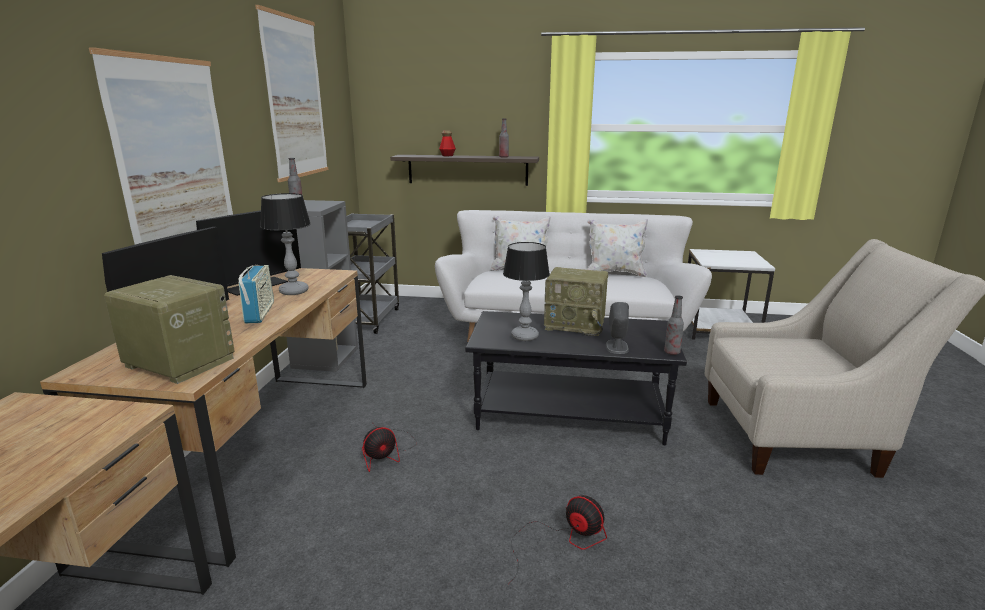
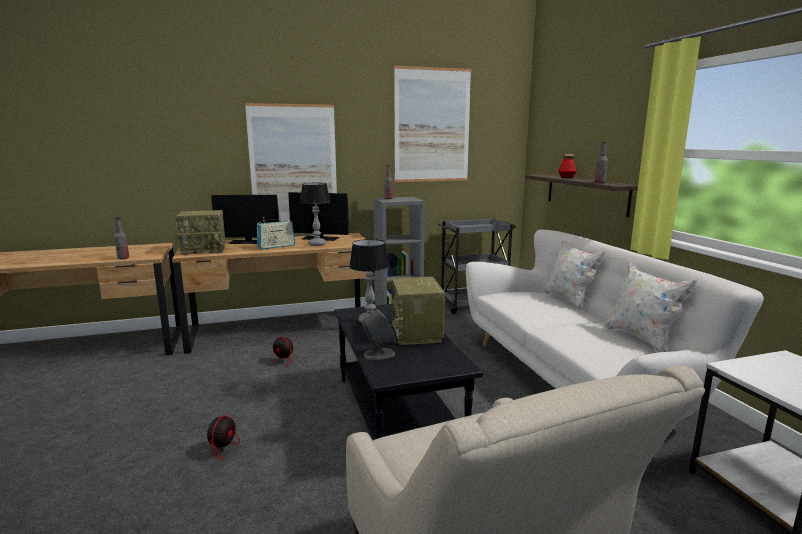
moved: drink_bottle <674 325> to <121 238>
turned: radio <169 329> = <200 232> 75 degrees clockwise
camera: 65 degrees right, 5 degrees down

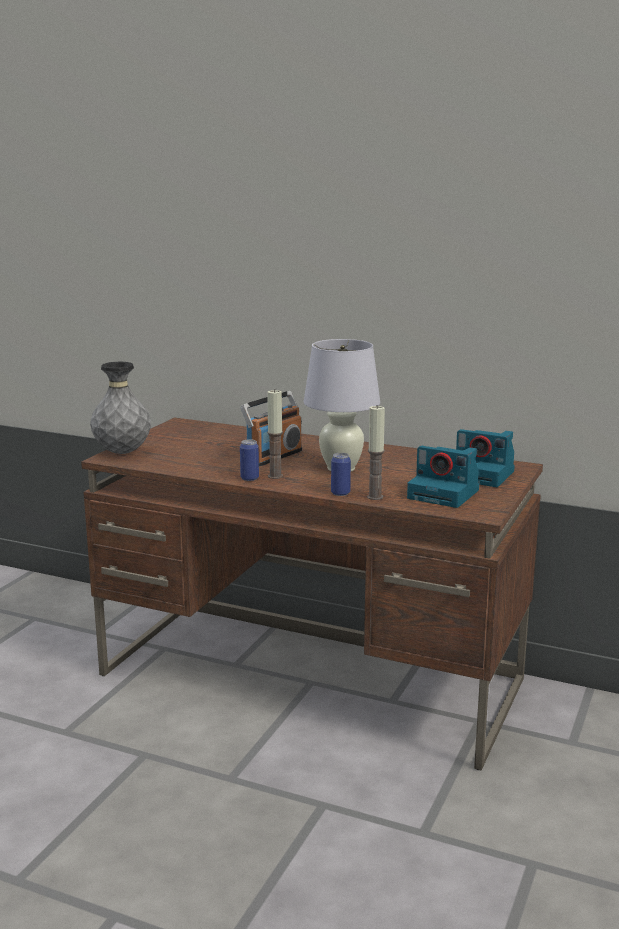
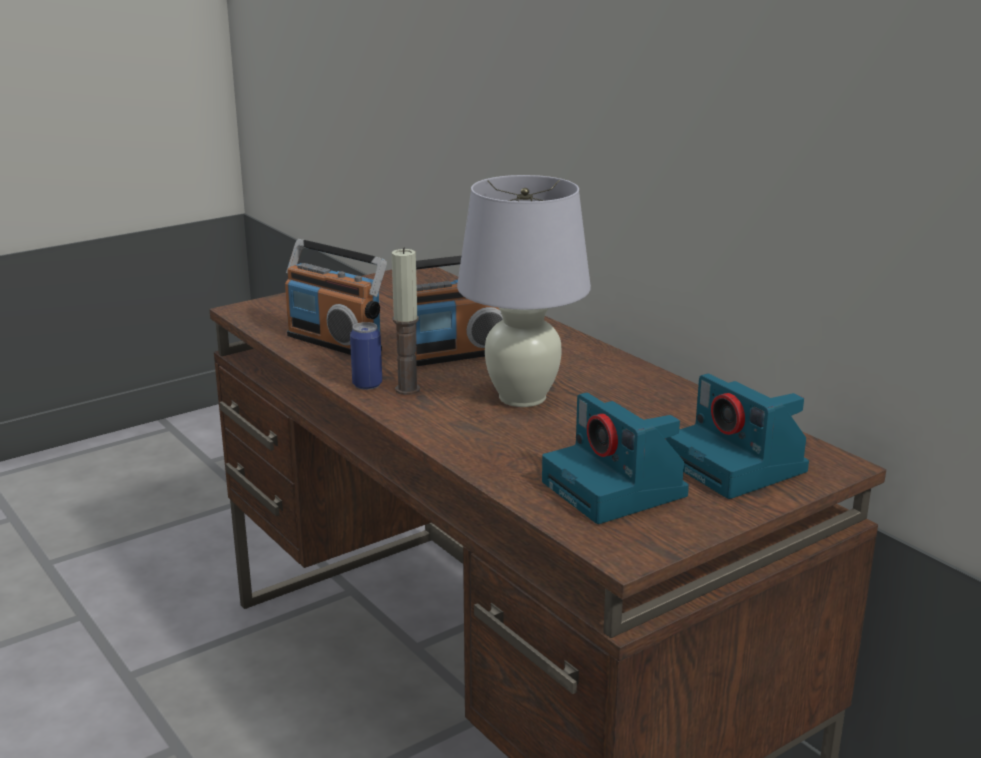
removed: greyish_vase <120 408>; metal_can <341 474>; wax_candle <376 453>
added: radio <336 297>
camera: 30 degrees right, 5 degrees up

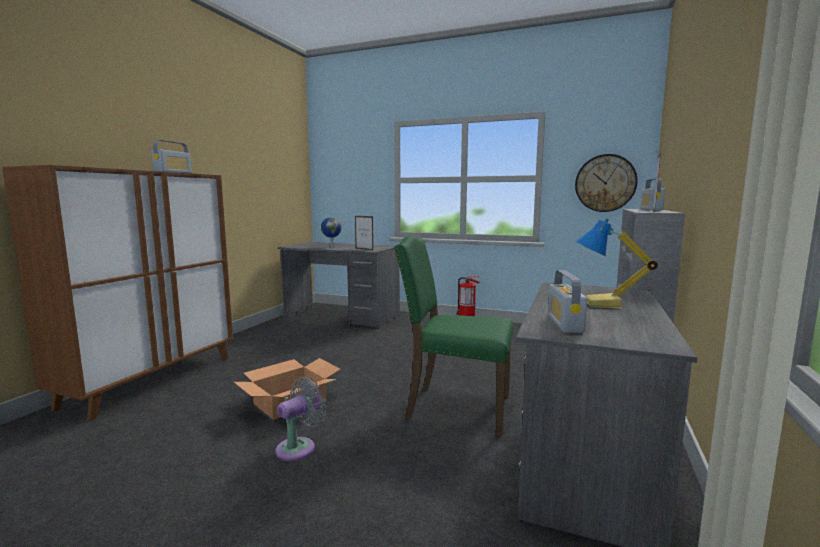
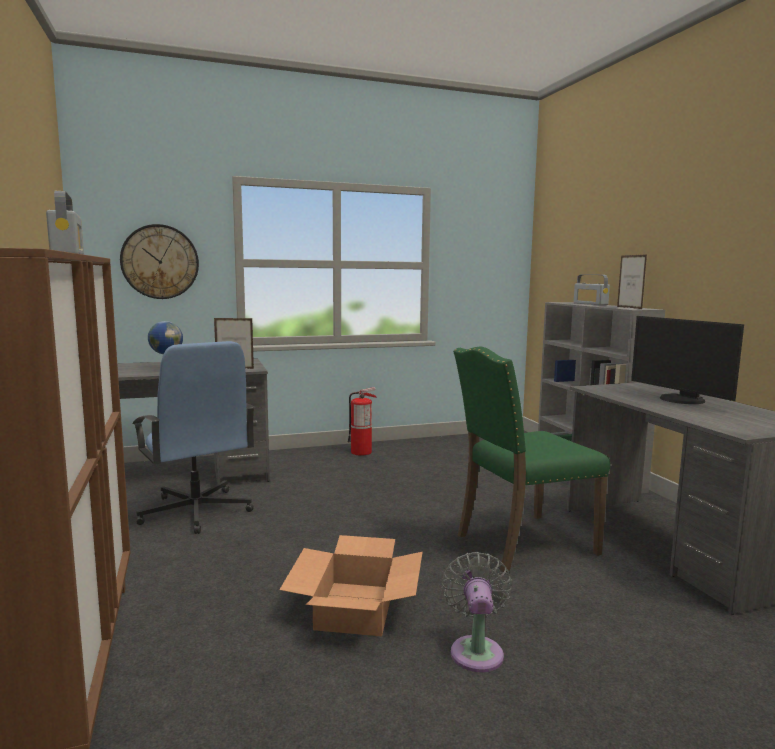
removed: radio <567 301>
added: blue_office_chair <193 437>
moved: hanging_clock <606 183> to <159 261>
replaced: tabletop_lamp <616 263> to monitor <687 360>
camera: 40 degrees left, 0 degrees up

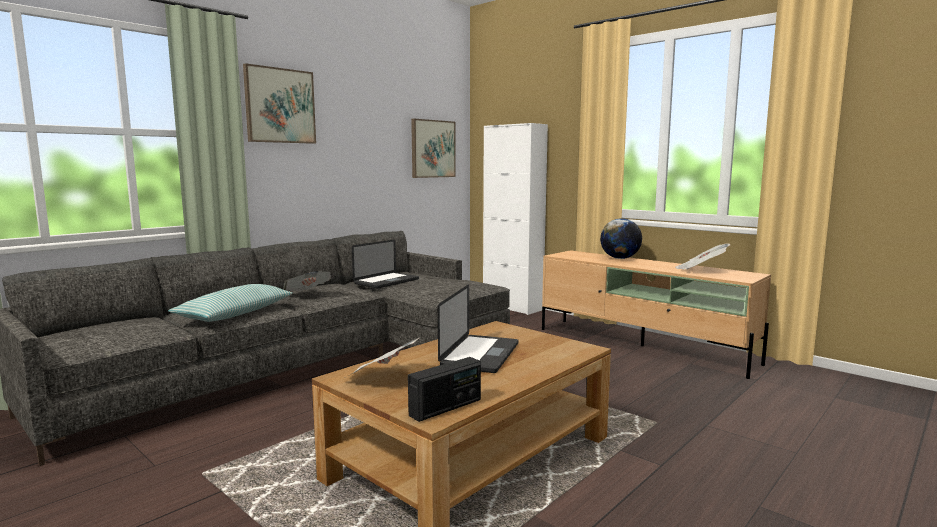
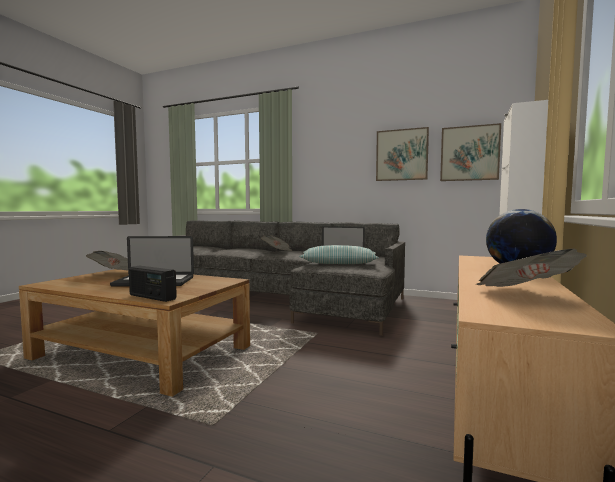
moved: pillow <230 303> to <339 254>; wall_picture <279 103> to <402 154>; radio <444 389> to <153 284>
camera: 70 degrees right, 5 degrees down

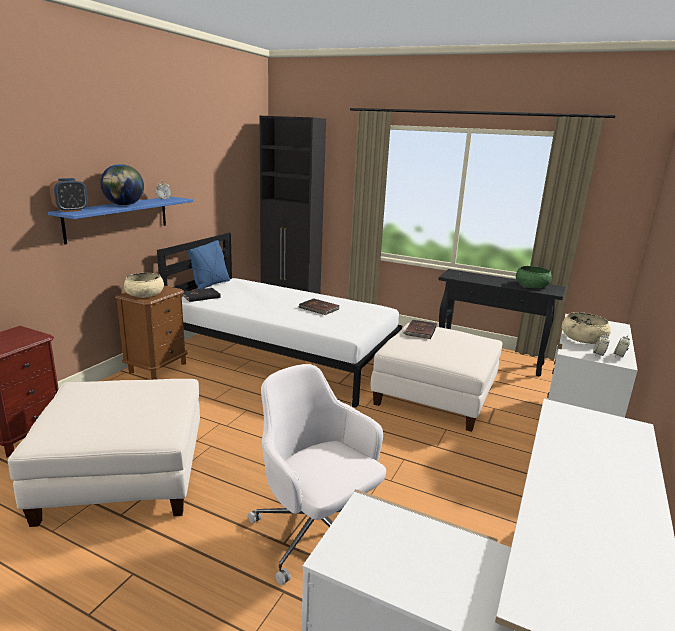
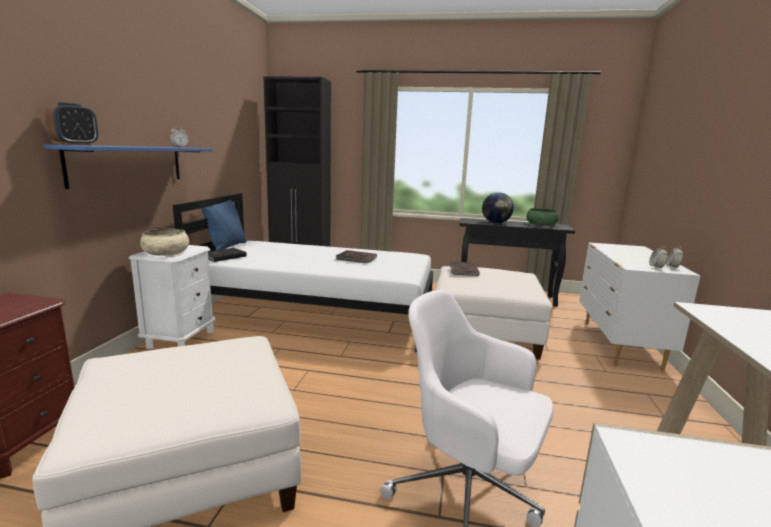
removed: beige_bowl <586 328>
moved: globe <122 185> to <498 207>
recoloured: brownish_nightstand <151 332> to whitish_nightstand <172 297>
camera: 15 degrees left, 5 degrees down

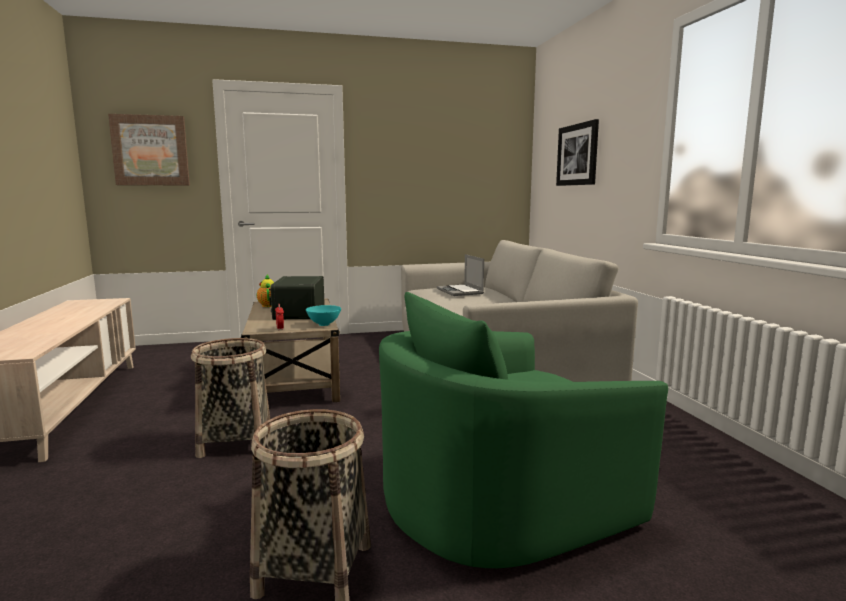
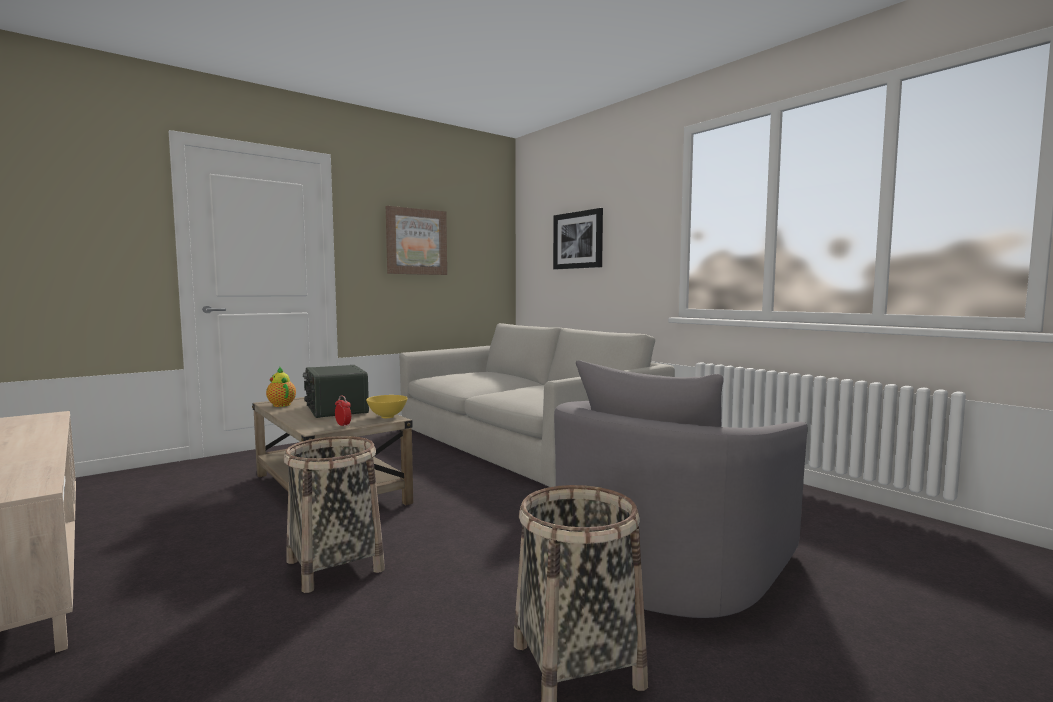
removed: laptop <460 275>
moved: wall_picture <149 149> to <416 240>
recoloured: turquoise_bowl <323 315> to yellow_bowl <387 406>; green-coloured_armchair <523 430> to greyish_armchair <681 489>
camera: 25 degrees left, 5 degrees down

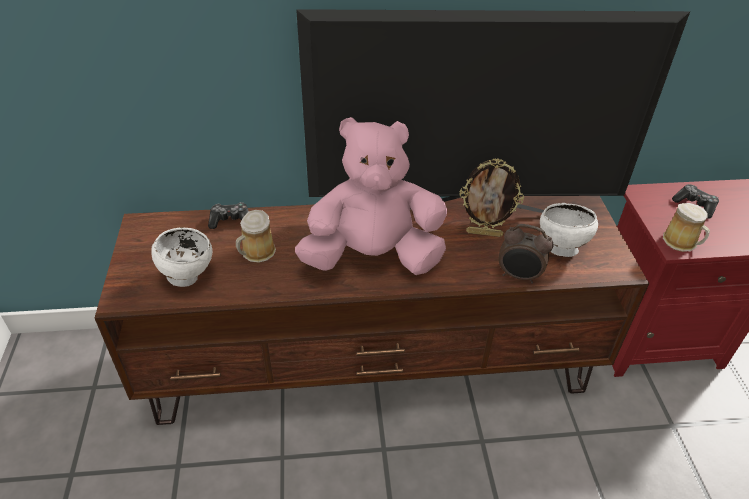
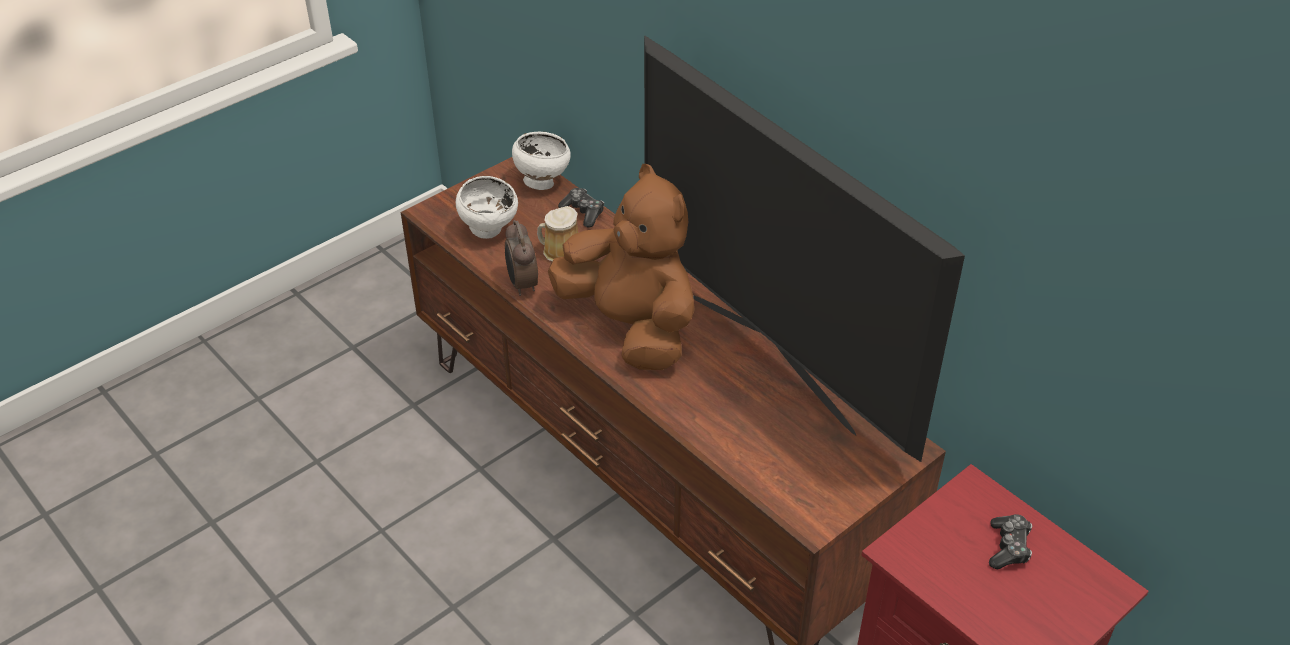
removed: picture_frame <491 197>; mug <686 227>
moved: alarm_clock <526 254> to <521 258>; whitish_bowl <569 230> to <541 160>
recoloured: pink_cuddly_toy <371 196> to brownish_cuddly_toy <621 267>
camera: 55 degrees right, 0 degrees up

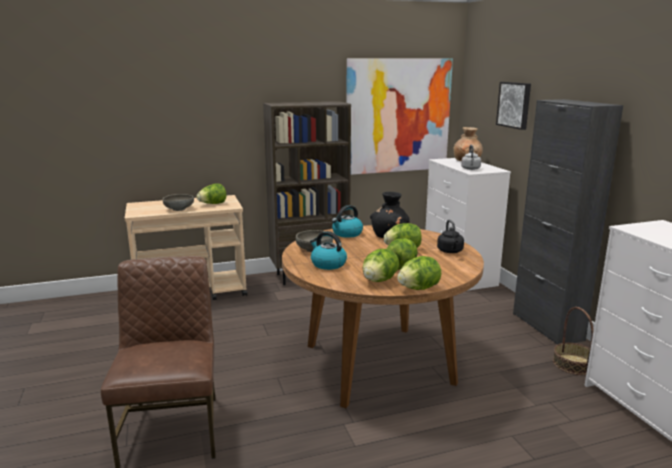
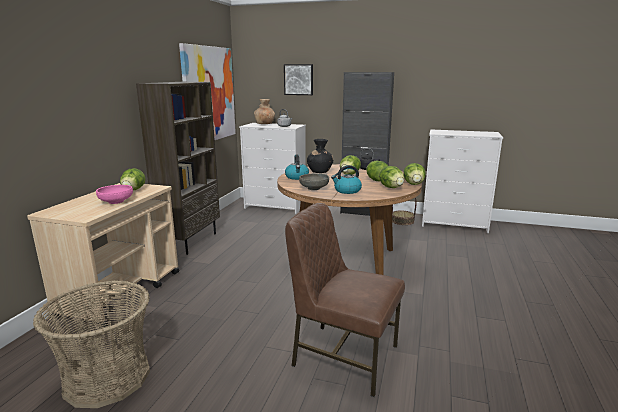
added: storage_basket <91 344>
recoloured: greyish_bowl <178 202> to pink_bowl <114 194>
camera: 55 degrees left, 0 degrees up

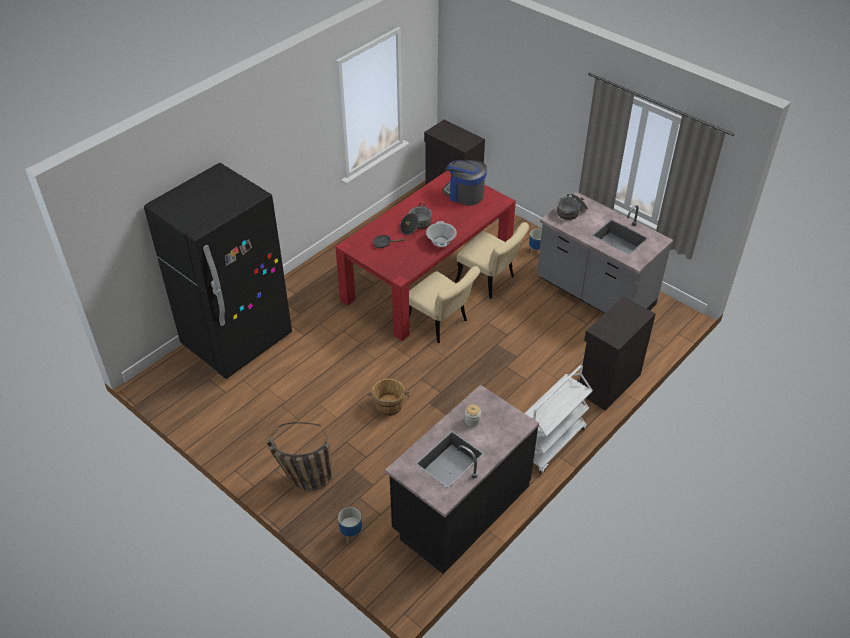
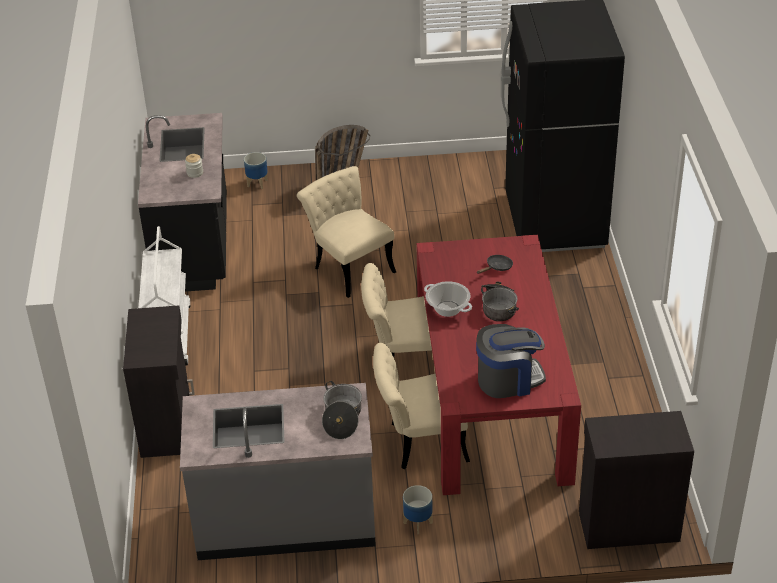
replaced: brownish_water_bucket <388 397> to beige_upright_chair <346 232>
camera: 135 degrees right, 5 degrees down

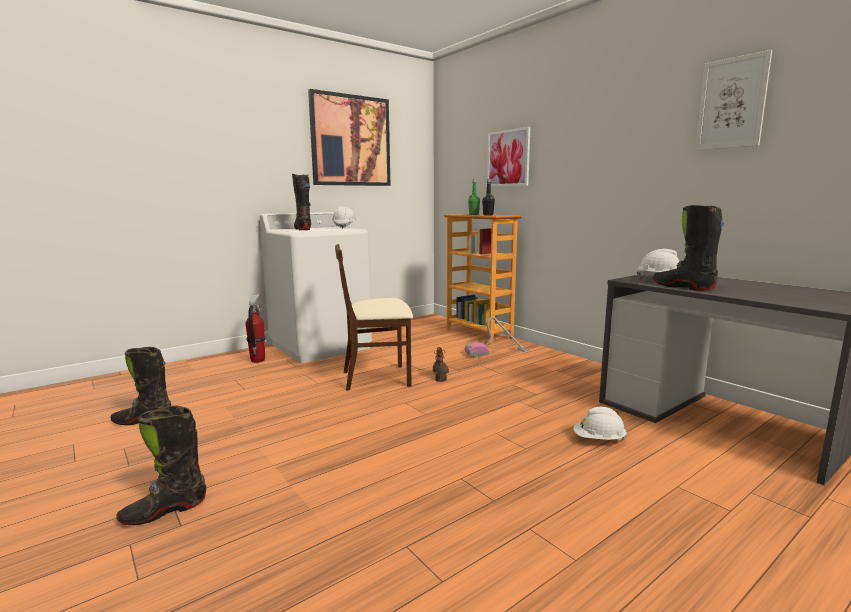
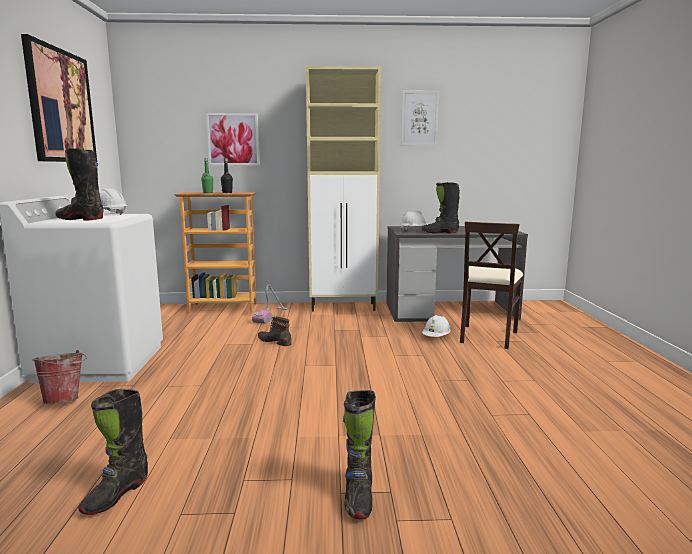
added: beige_cabinet <343 189>
moved: beige_upright_chair <374 317> to <491 285>
replaced: fire_extinguisher <256 328> to water_bucket <59 377>
camera: 55 degrees left, 0 degrees up

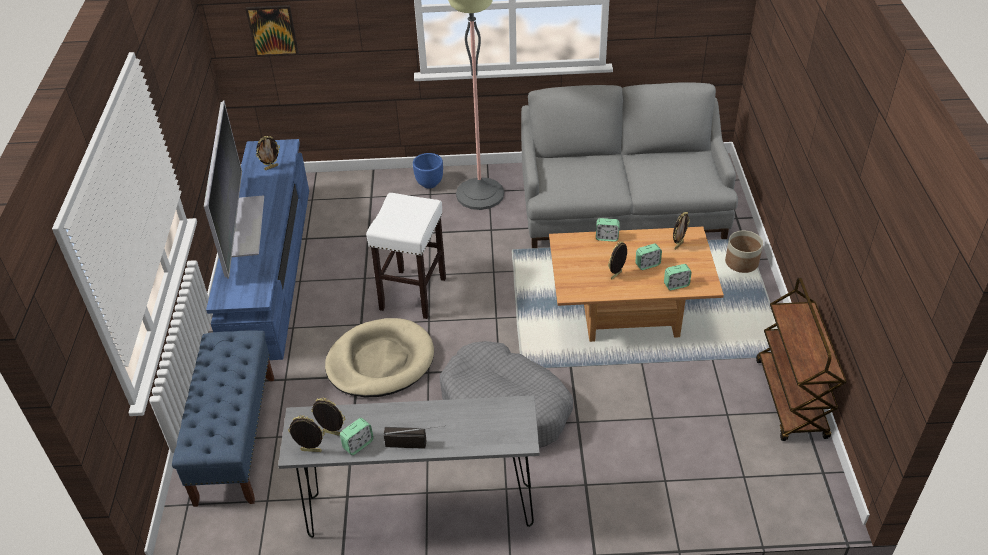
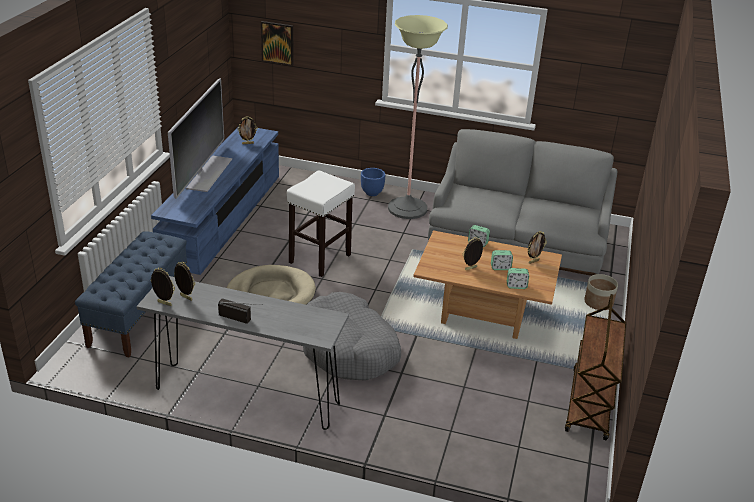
removed: alarm_clock <357 436>
camera: 15 degrees right, 10 degrees down

